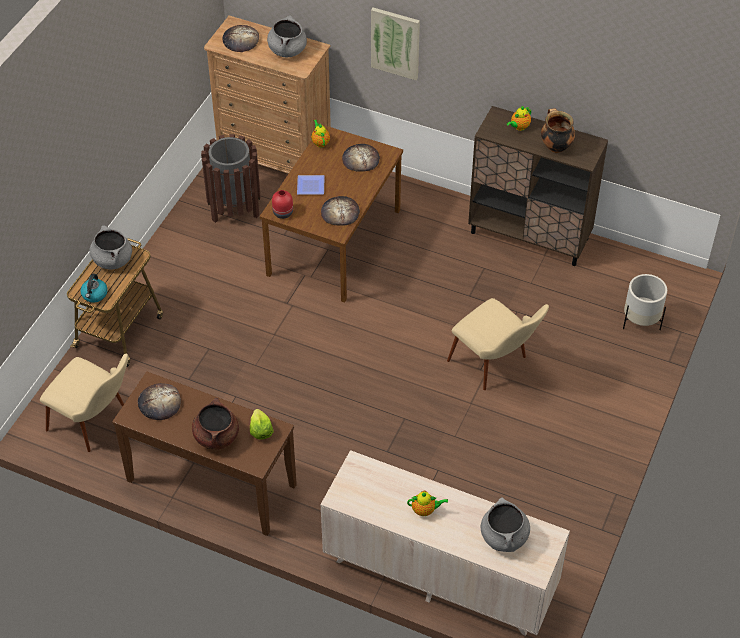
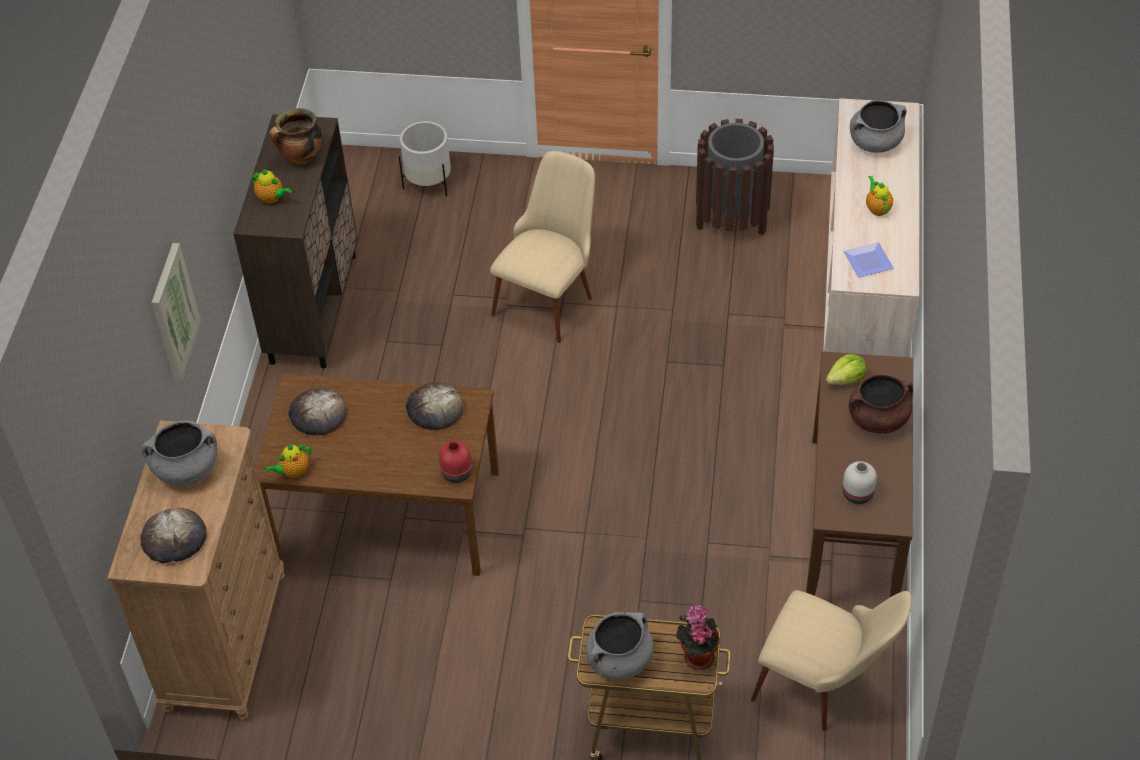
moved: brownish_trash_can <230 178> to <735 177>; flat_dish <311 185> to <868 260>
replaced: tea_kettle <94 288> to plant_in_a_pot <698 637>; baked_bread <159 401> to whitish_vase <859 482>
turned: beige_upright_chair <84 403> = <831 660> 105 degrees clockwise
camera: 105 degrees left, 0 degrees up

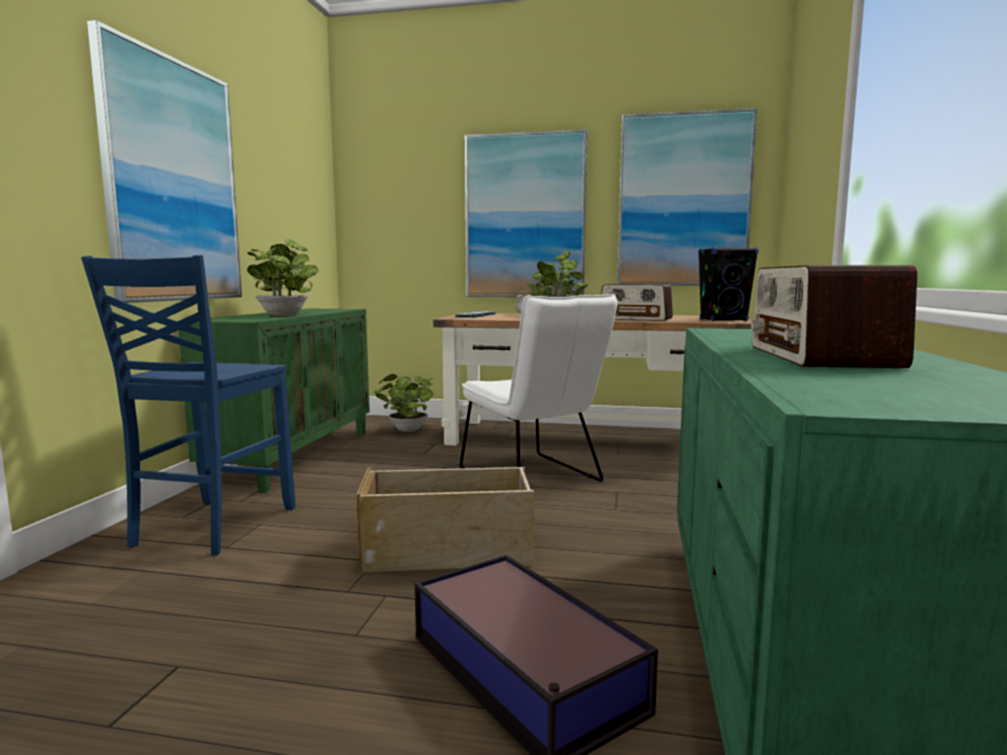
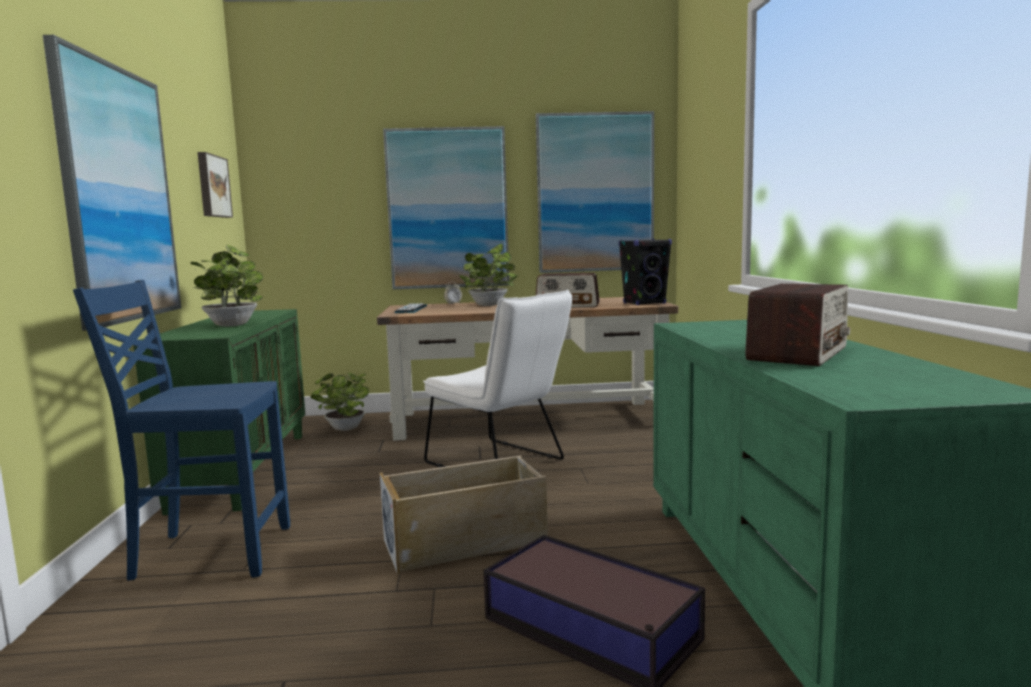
added: wall_picture <215 185>
turned: blue_upright_chair <188 405> = <181 430> 90 degrees clockwise; radio <834 316> = <797 325> 135 degrees counterclockwise
camera: 15 degrees left, 0 degrees up

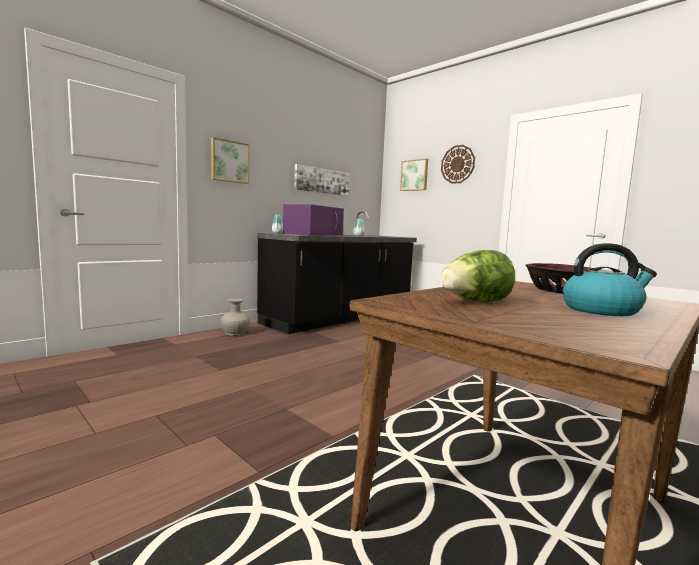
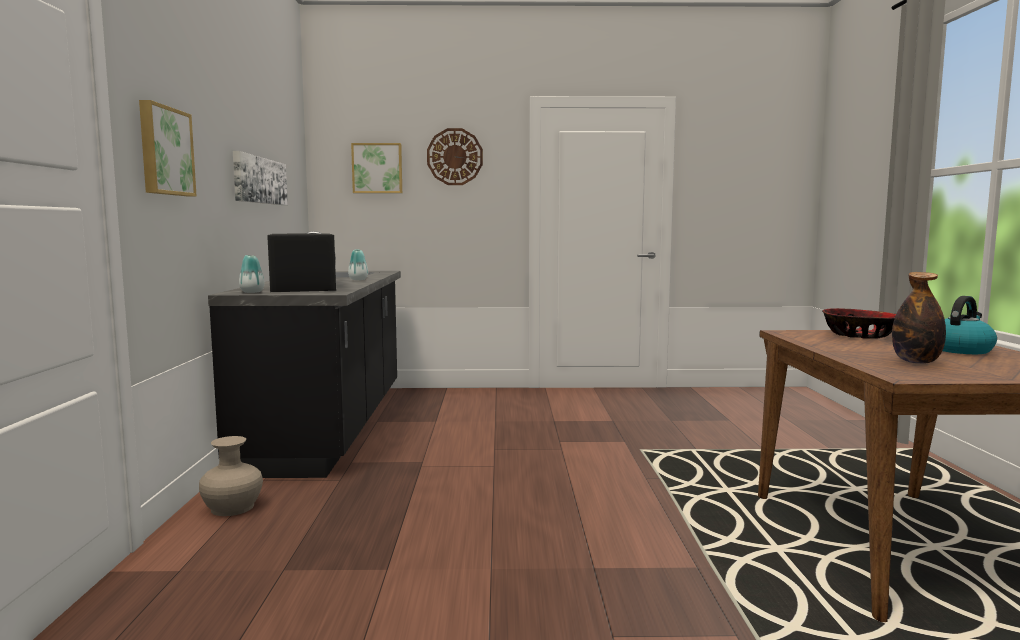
replaced: head_of_lettuce <478 276> to drink_bottle <919 318>
recoloured: purple_microwave <313 220> to black-coloured_microwave <301 262>
camera: 45 degrees left, 0 degrees up

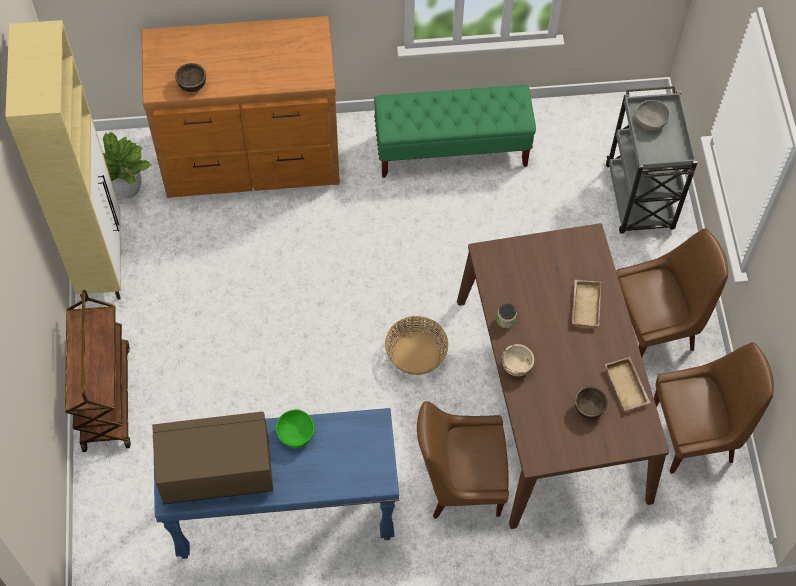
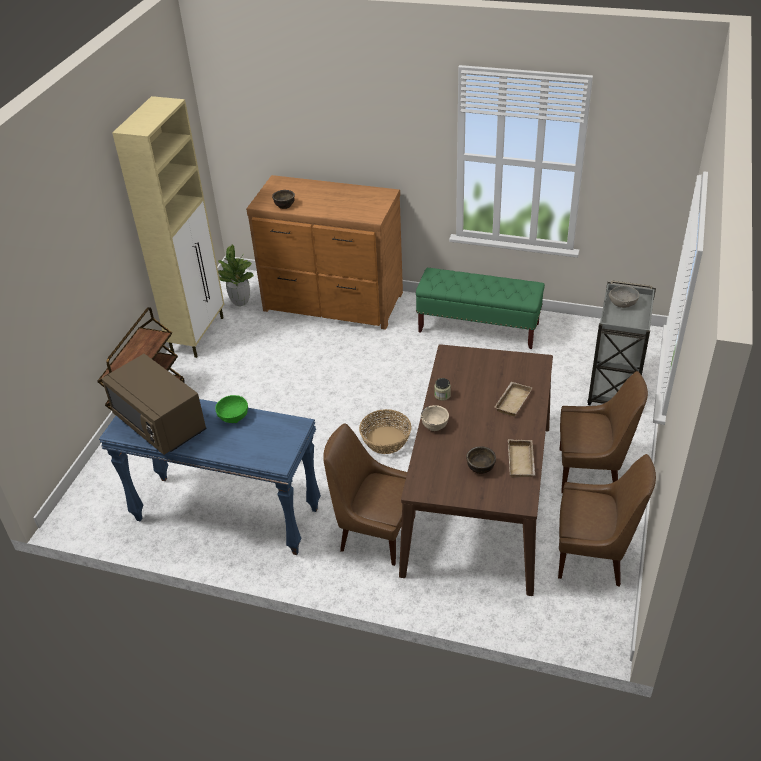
turned: brownish_microwave <212 458> = <154 404> 150 degrees counterclockwise
camera: 25 degrees right, 20 degrees down

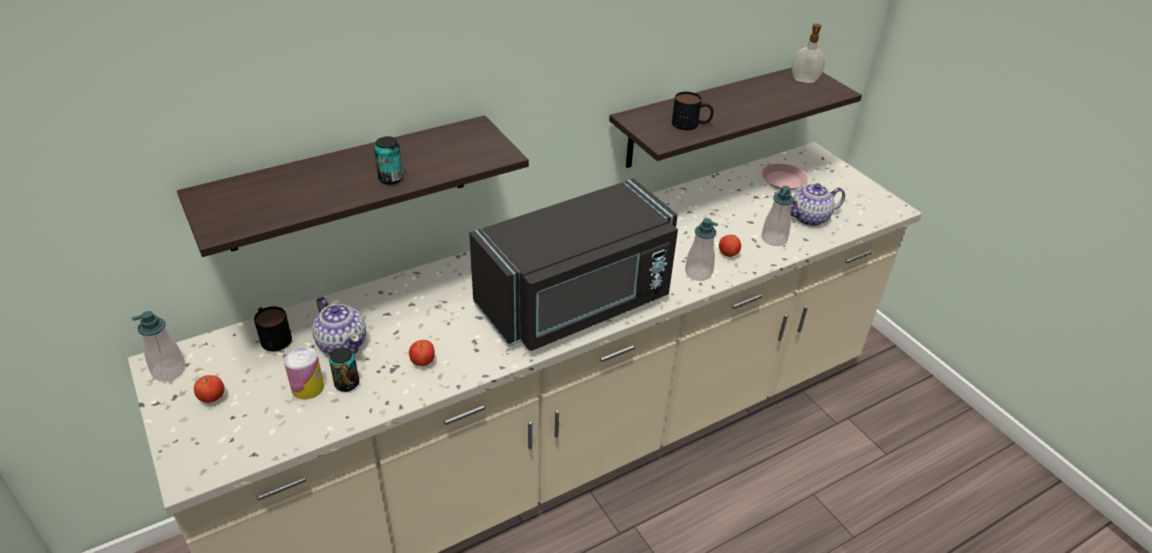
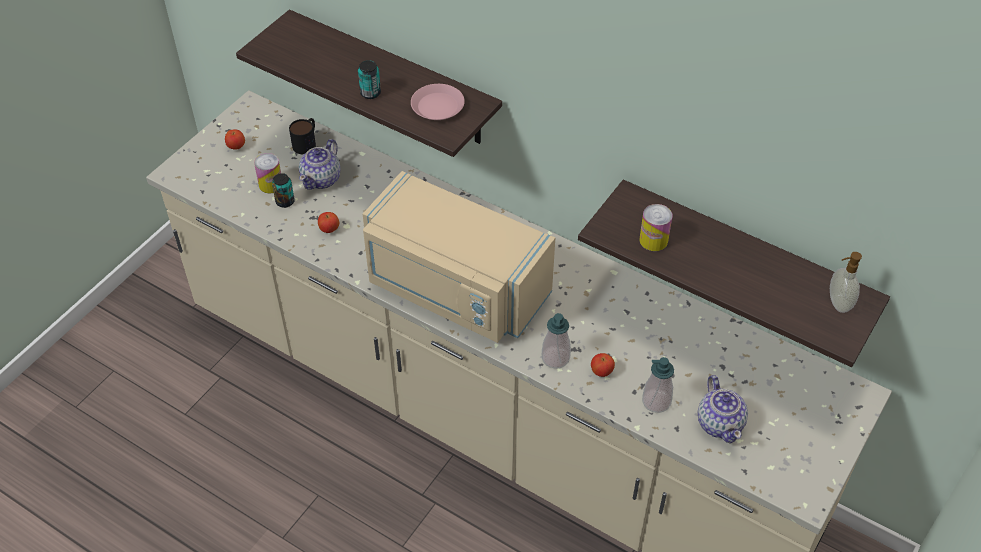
removed: liquid_soap_bottle <159 346>
moved: pink_flat_dish <784 177> to <438 102>
replaced: mug <693 111> to metal_can <656 227>
recoloured: black-coloured_microwave <573 264> to beige_microwave <459 257>
turned: pot_for_tea <818 204> = <723 409> 150 degrees counterclockwise
camera: 65 degrees right, 10 degrees up

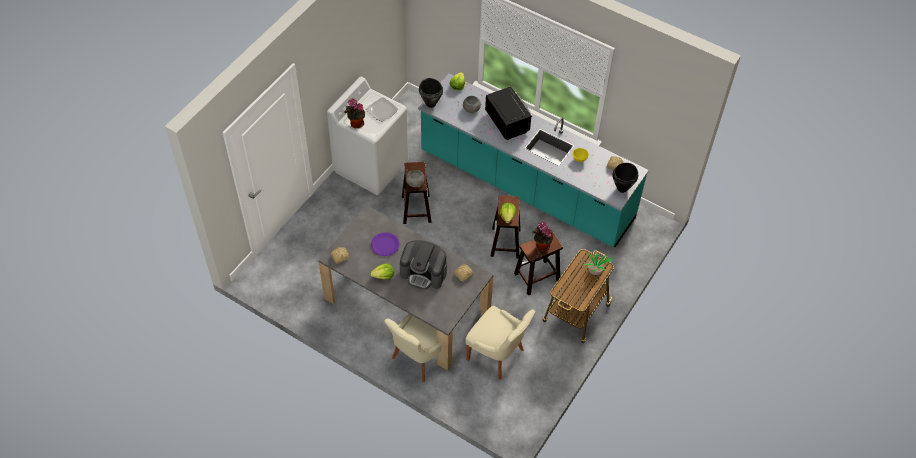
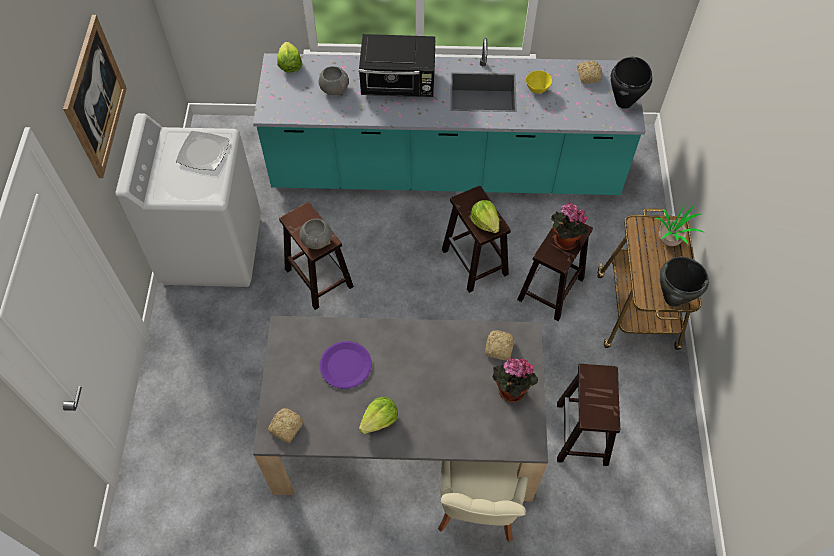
removed: coffee_brewer <423 265>
added: wall_picture <95 96>
moved: plant_in_a_pot <355 113> to <515 380>; black-coloured_saucepot <431 93> to <684 281>
replaced: beige_upright_chair <500 342> to brownish_stool_seat <588 415>
turned: black-coloured_microwave <508 113> = <397 65> 150 degrees clockwise
camera: 30 degrees left, 5 degrees up

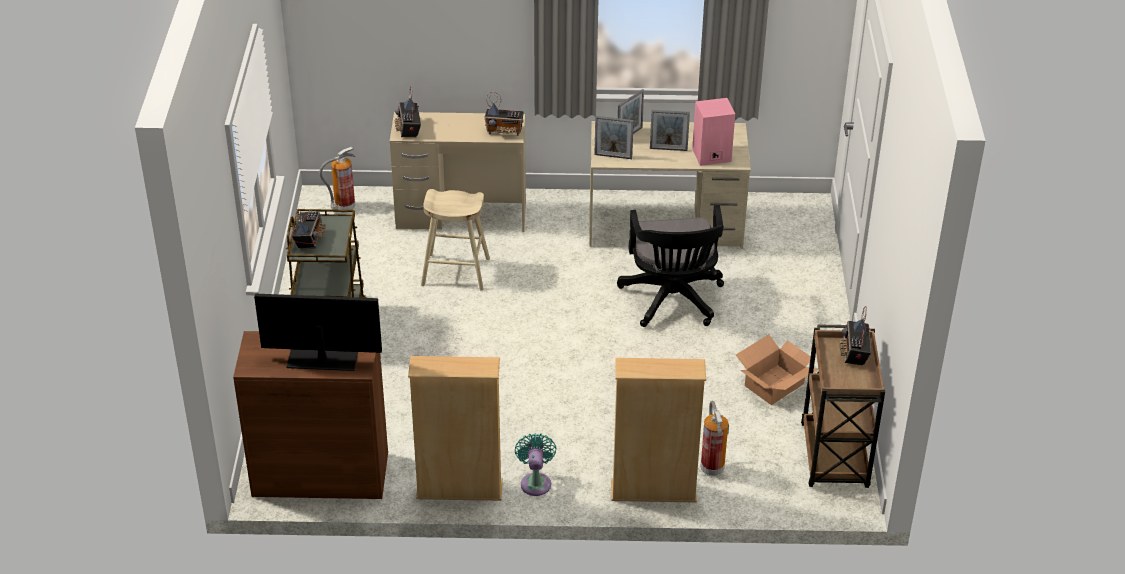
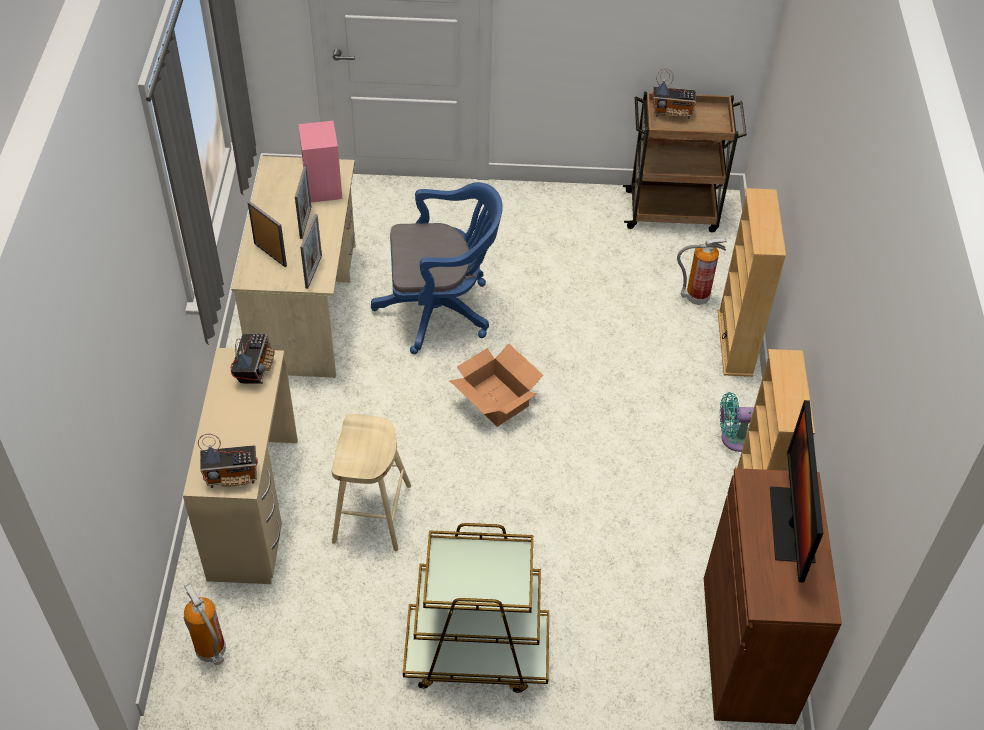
removed: radio <308 229>
moved: packing_box <777 369> to <496 385>
recoloured: black-coloured_office_chair <670 266> to blue_office_chair <437 268>
camera: 90 degrees left, 10 degrees up

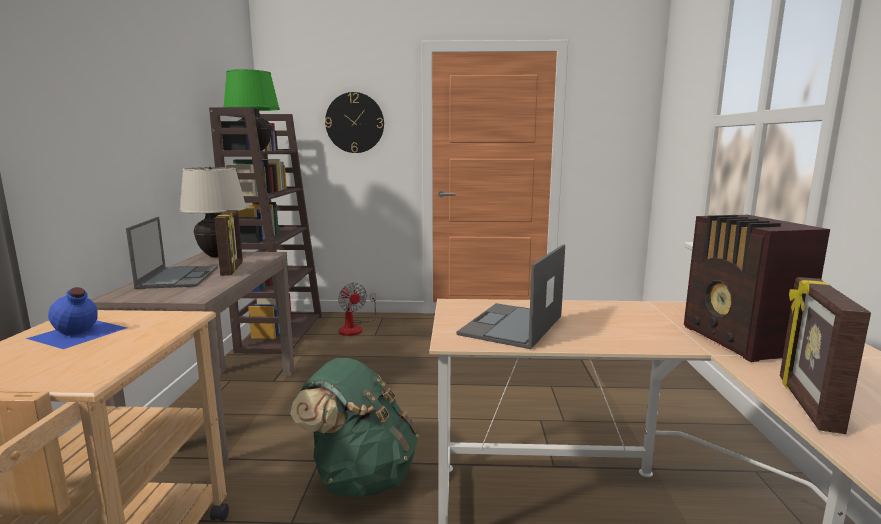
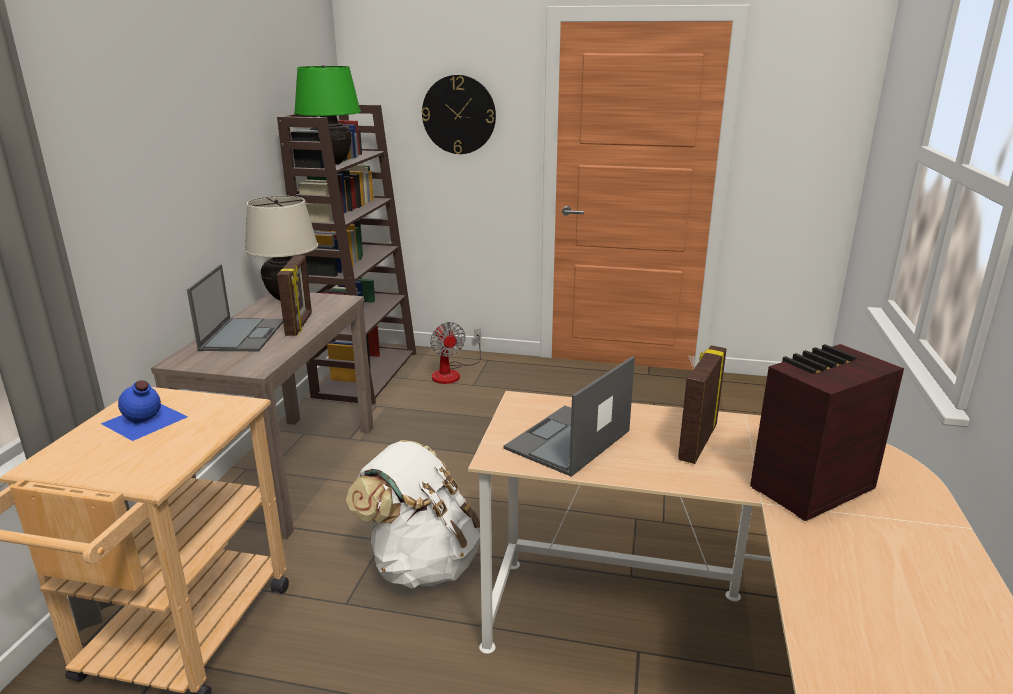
moved: picture_frame <825 355> to <702 404>
recoloured: green-coloured_knapsack <354 428> to whitish_knapsack <413 514>
turned: radio <757 288> = <827 432> 60 degrees clockwise
camera: 10 degrees right, 10 degrees up

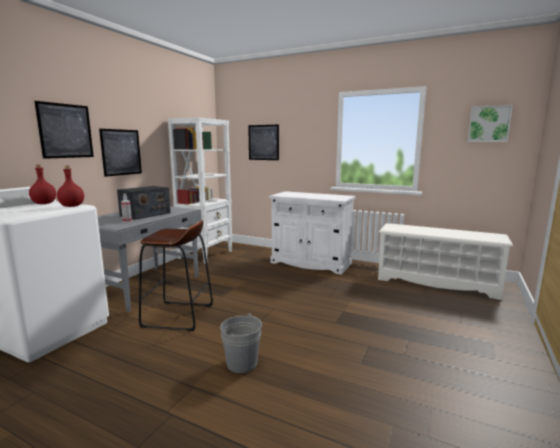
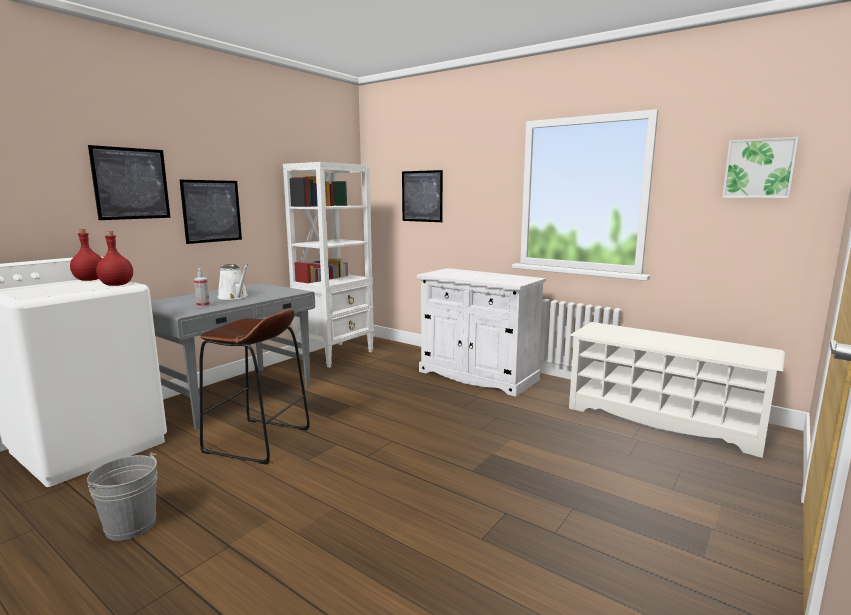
moved: greyish_water_bucket <241 343> to <122 496>
replaced: radio <144 203> to whitish_watering_pot <233 282>
camera: 10 degrees right, 0 degrees up

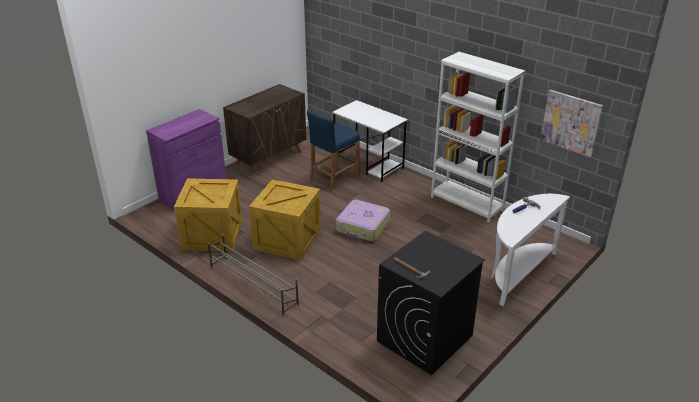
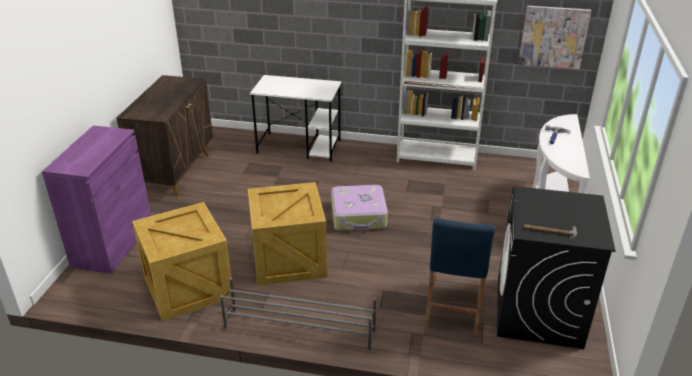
moved: blue_stool_seat <333 150> to <460 277>
camera: 30 degrees left, 0 degrees up

